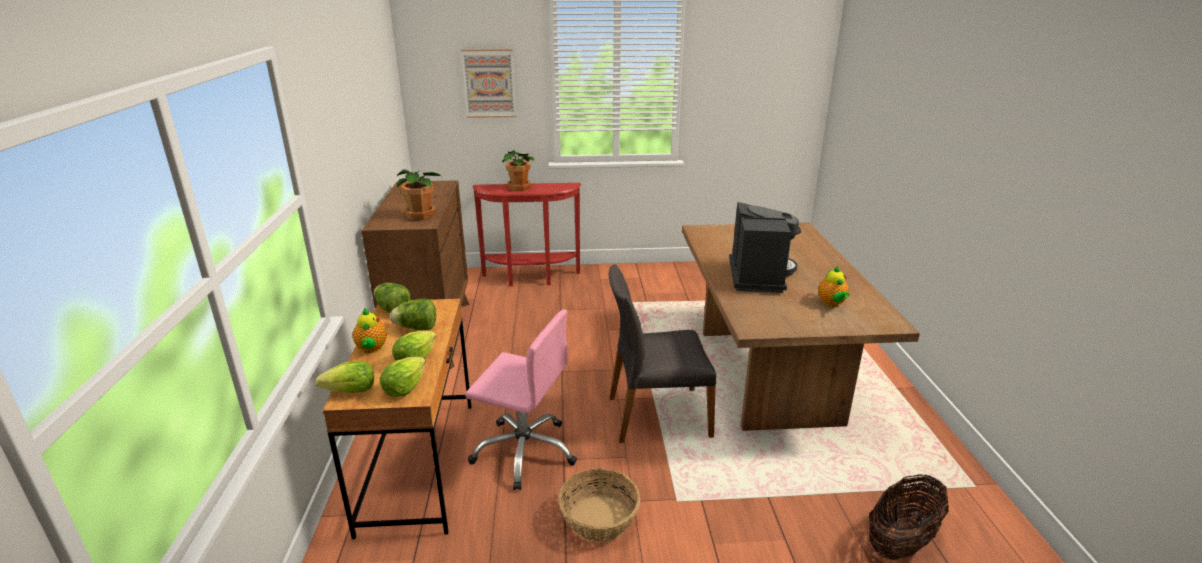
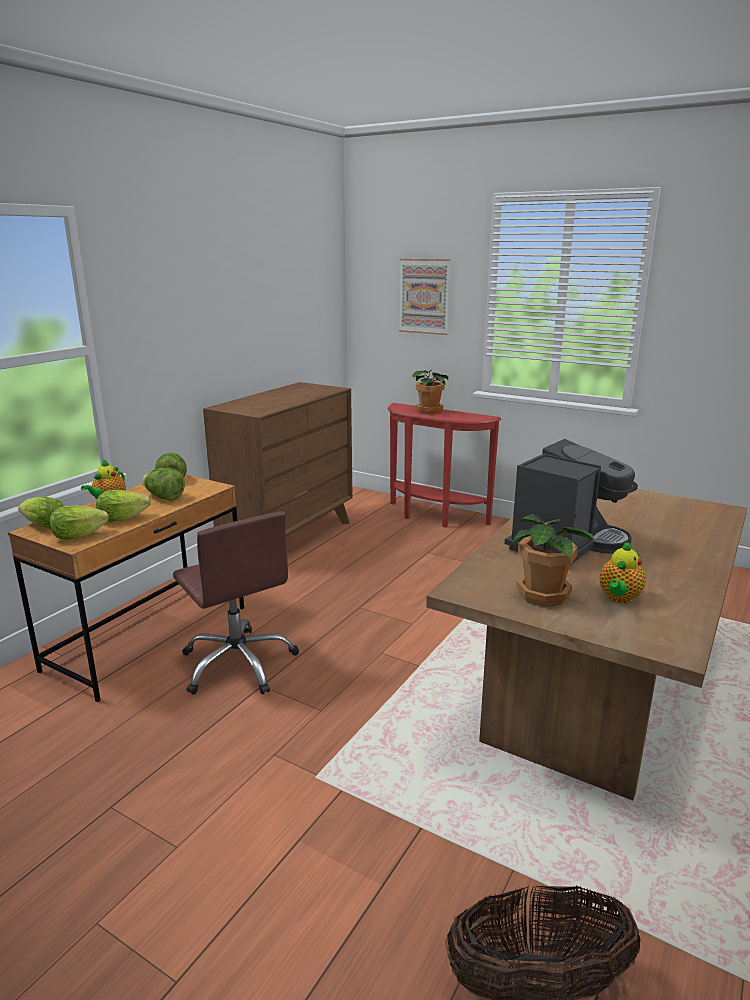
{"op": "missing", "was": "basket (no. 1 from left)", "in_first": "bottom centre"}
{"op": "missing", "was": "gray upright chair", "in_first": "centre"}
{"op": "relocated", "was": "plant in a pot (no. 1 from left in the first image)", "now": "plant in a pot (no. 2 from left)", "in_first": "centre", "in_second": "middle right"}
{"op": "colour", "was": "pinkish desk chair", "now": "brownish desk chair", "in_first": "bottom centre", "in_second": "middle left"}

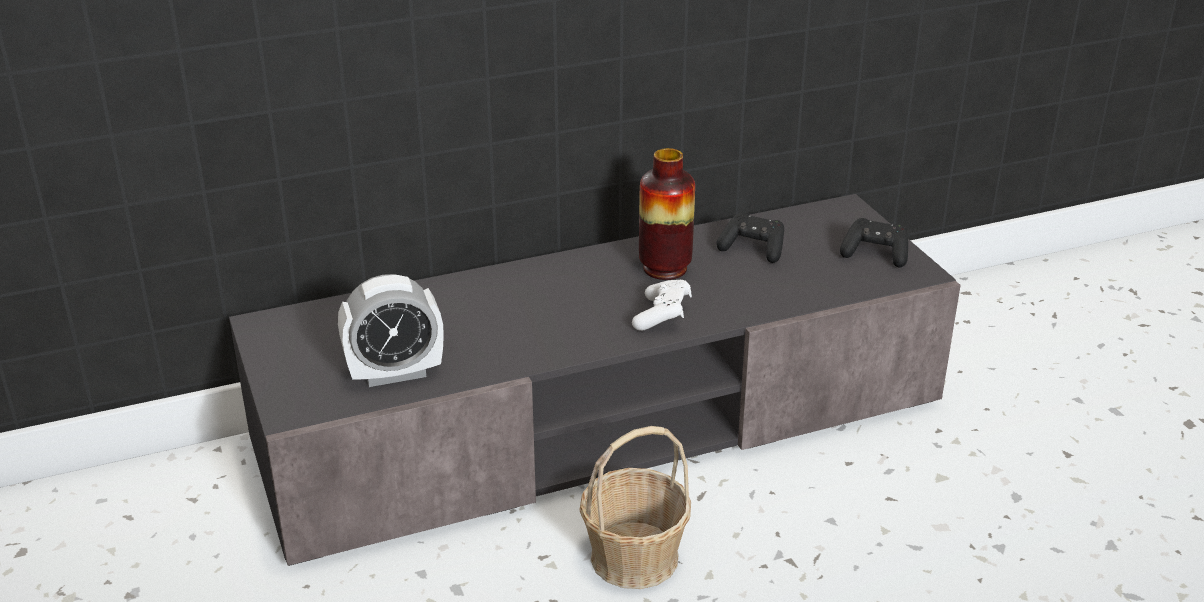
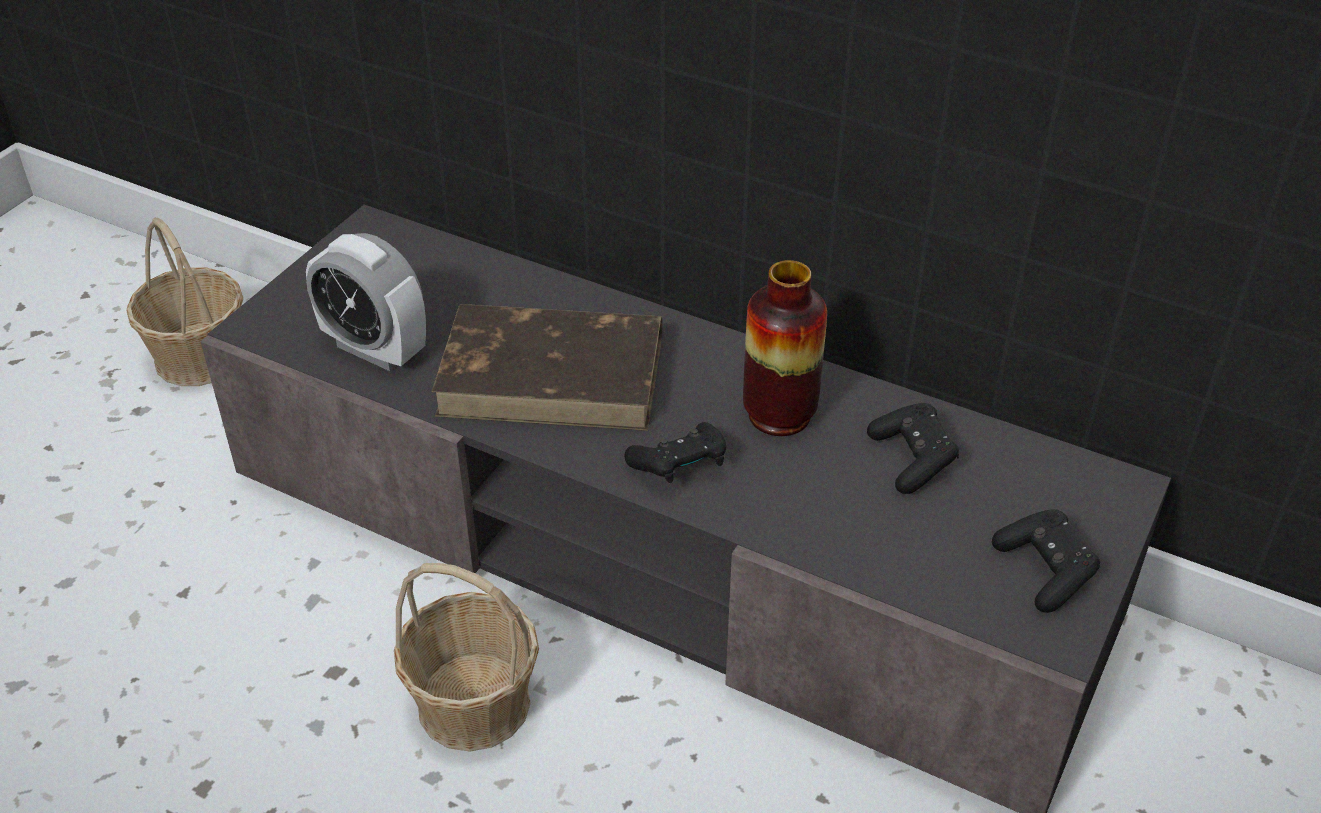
{"op": "appeared", "now": "basket (no. 1 from left)", "in_second": "middle left"}
{"op": "appeared", "now": "brownish book", "in_second": "centre"}
{"op": "colour", "was": "whitish gamepad", "now": "blackish gamepad (no. 1 from left)", "in_first": "centre", "in_second": "centre"}

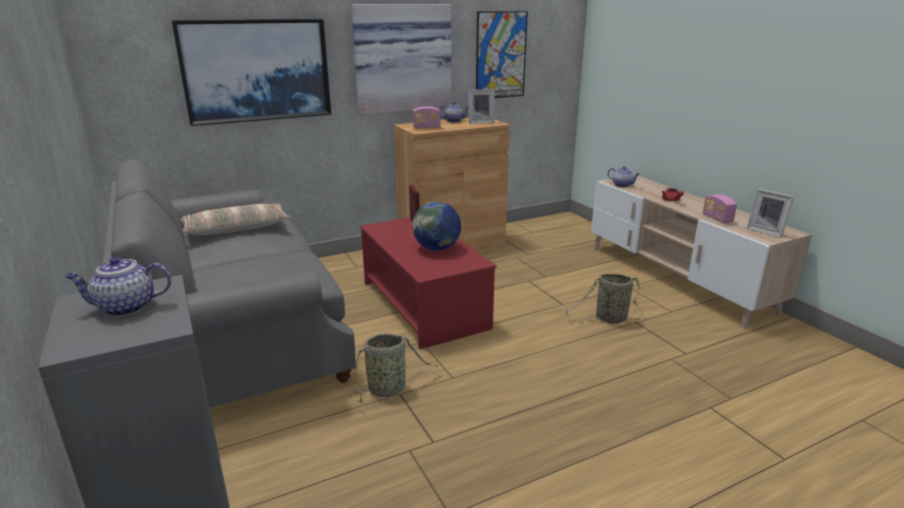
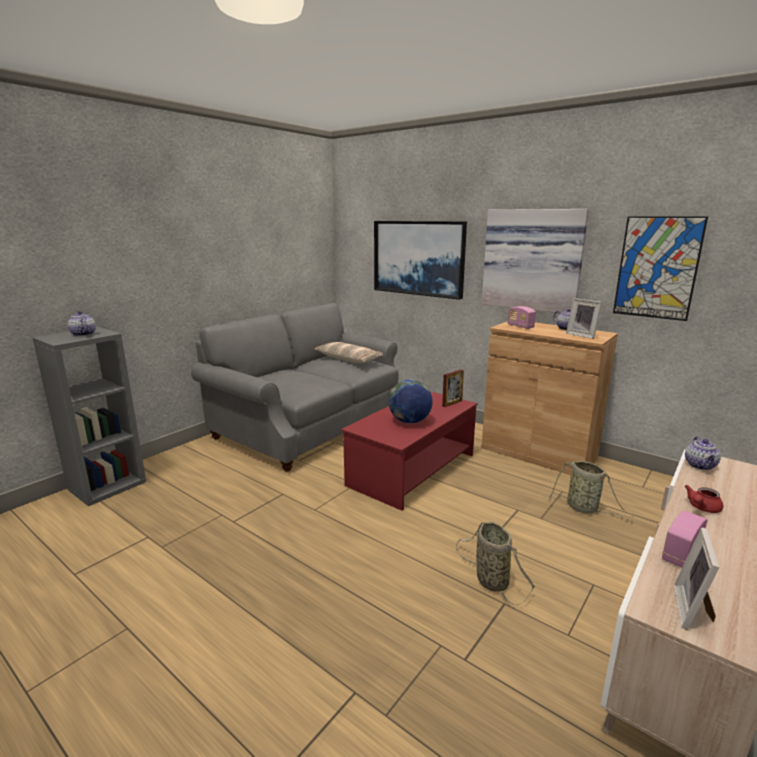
{"op": "relocated", "was": "basket (no. 1 from left in the first image)", "now": "basket (no. 2 from left)", "in_first": "bottom centre", "in_second": "middle right"}

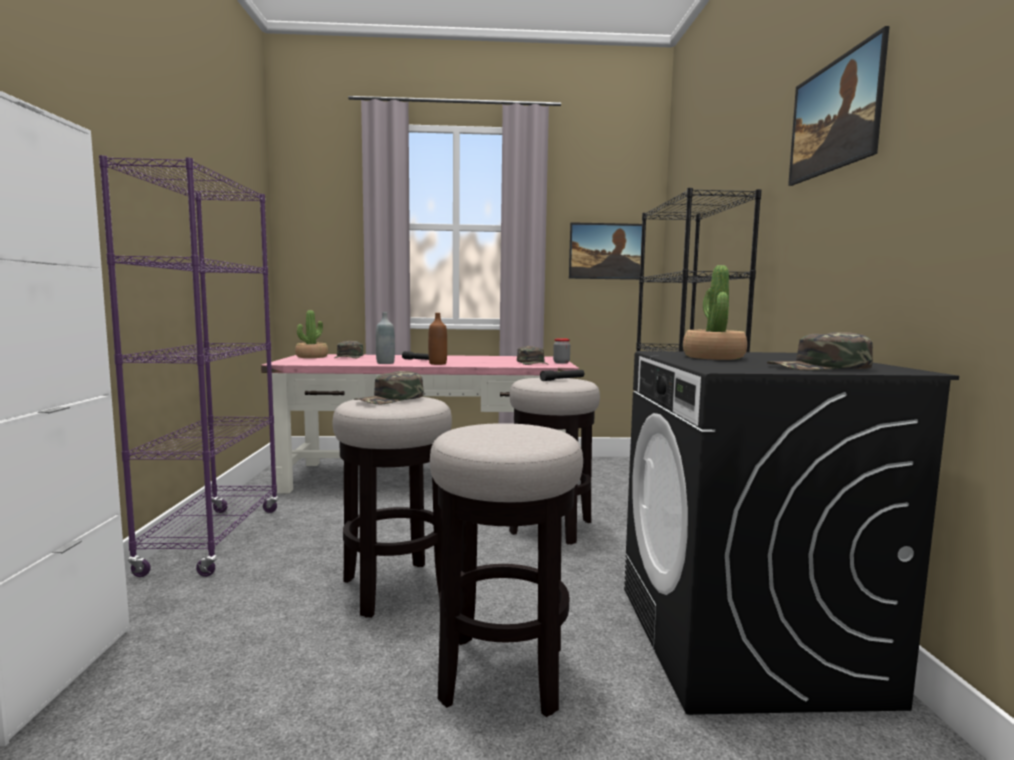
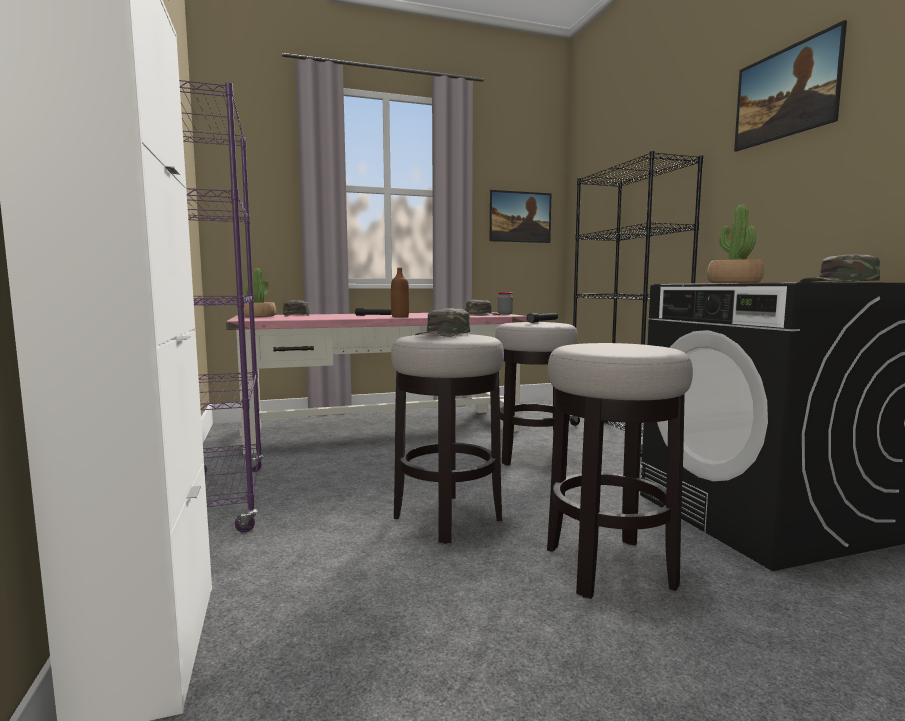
{"op": "missing", "was": "gray beverage bottle", "in_first": "centre"}

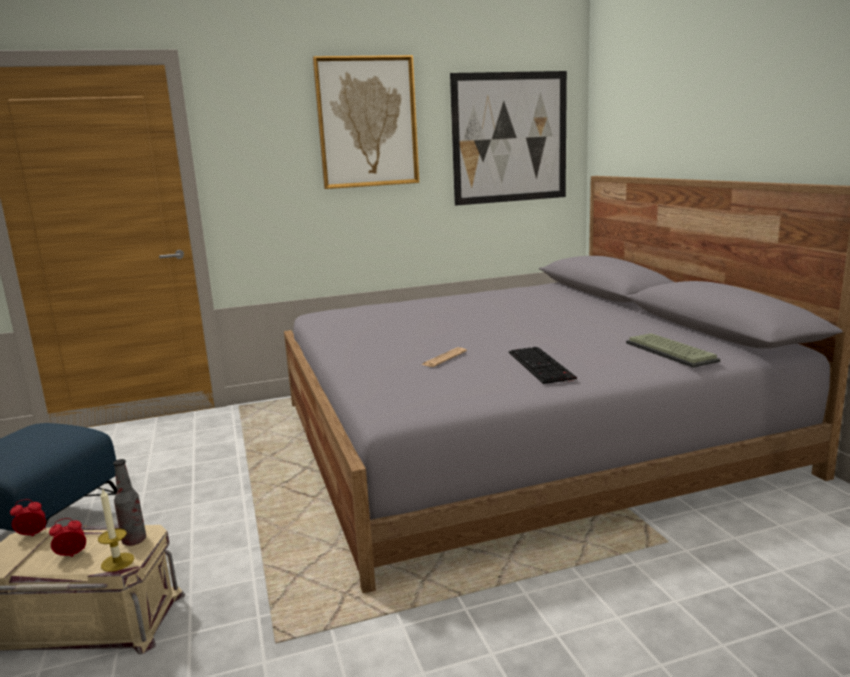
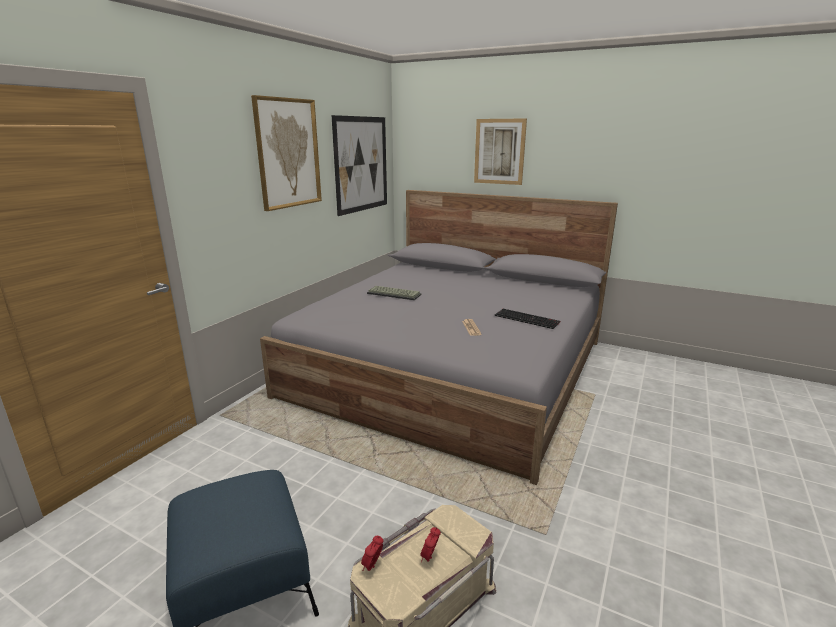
{"op": "missing", "was": "wax candle", "in_first": "bottom left"}
{"op": "missing", "was": "beverage bottle", "in_first": "bottom left"}
{"op": "appeared", "now": "wall picture (no. 3 from left)", "in_second": "top centre"}
{"op": "relocated", "was": "keyboard (no. 2 from left in the first image)", "now": "keyboard (no. 1 from left)", "in_first": "middle right", "in_second": "centre"}

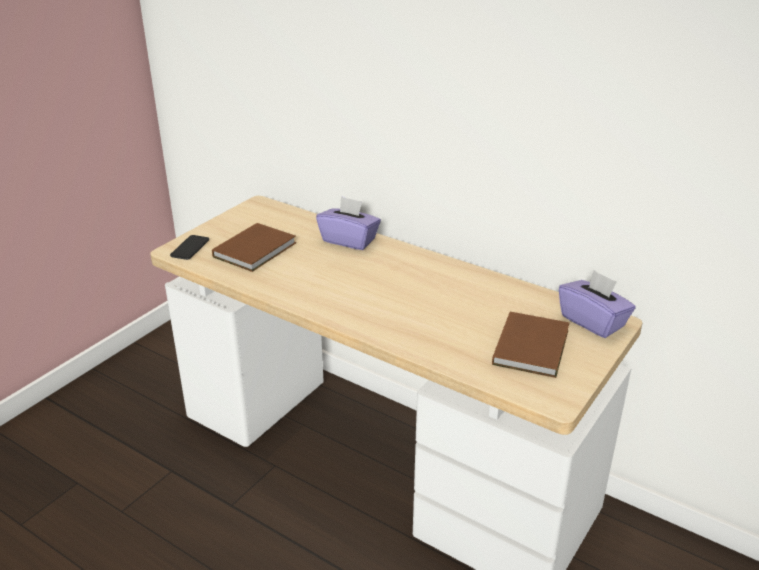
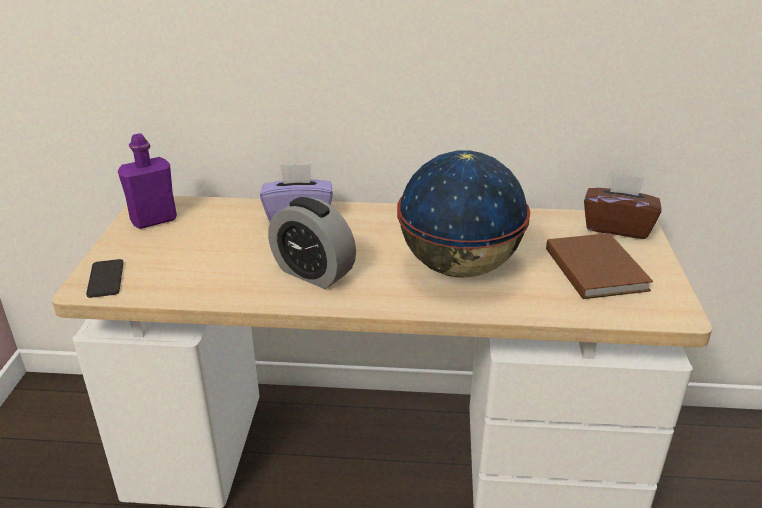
{"op": "missing", "was": "brownish book (no. 1 from left)", "in_first": "centre"}
{"op": "appeared", "now": "purplish beverage bottle", "in_second": "middle left"}
{"op": "appeared", "now": "table clock", "in_second": "centre"}
{"op": "appeared", "now": "world globe", "in_second": "centre"}
{"op": "colour", "was": "purplish tissue box (no. 2 from left)", "now": "brownish tissue box", "in_first": "middle right", "in_second": "middle right"}

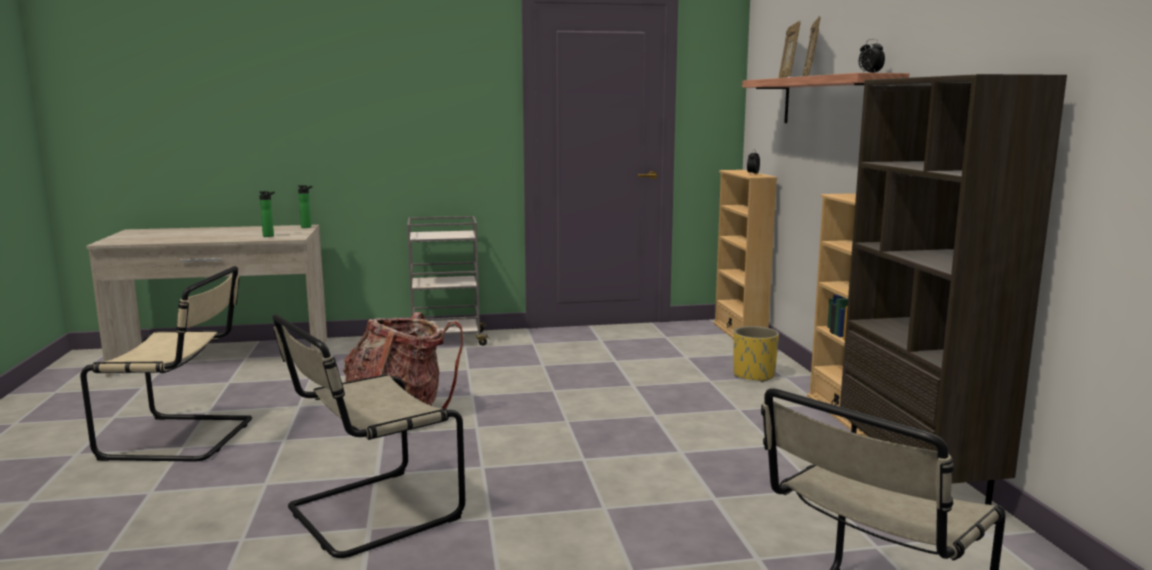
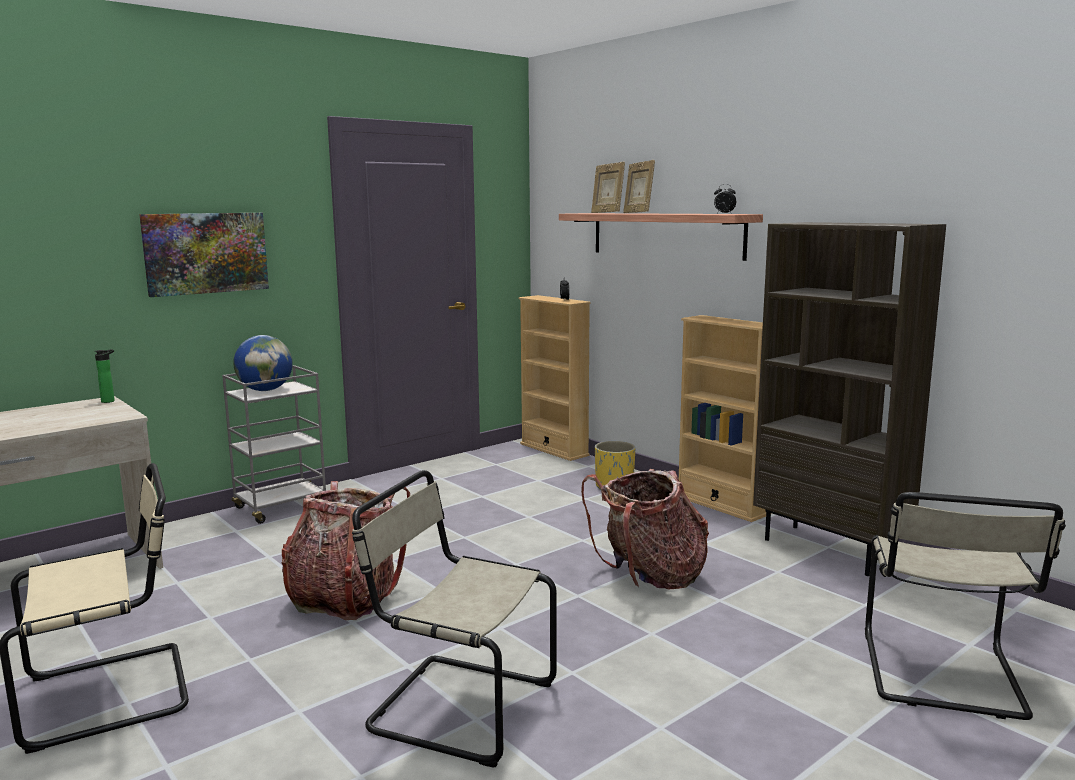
{"op": "missing", "was": "beverage bottle (no. 1 from left)", "in_first": "middle left"}
{"op": "appeared", "now": "wall picture", "in_second": "top left"}
{"op": "appeared", "now": "world globe", "in_second": "middle left"}
{"op": "appeared", "now": "backpack (no. 2 from left)", "in_second": "bottom centre"}
{"op": "spun", "was": "beige-coloured upright chair (no. 2 from left)", "in_first": "bottom left", "in_second": "bottom centre", "clockwise": 90}

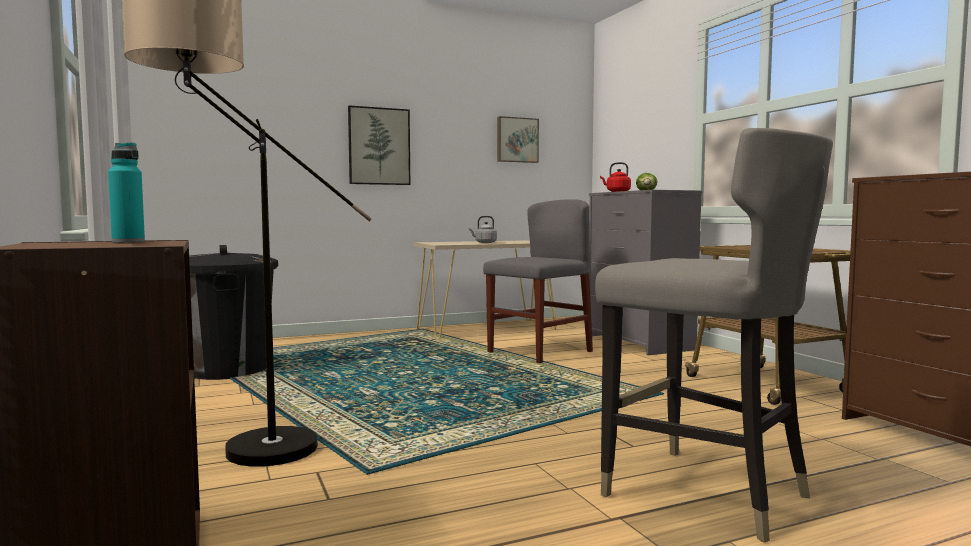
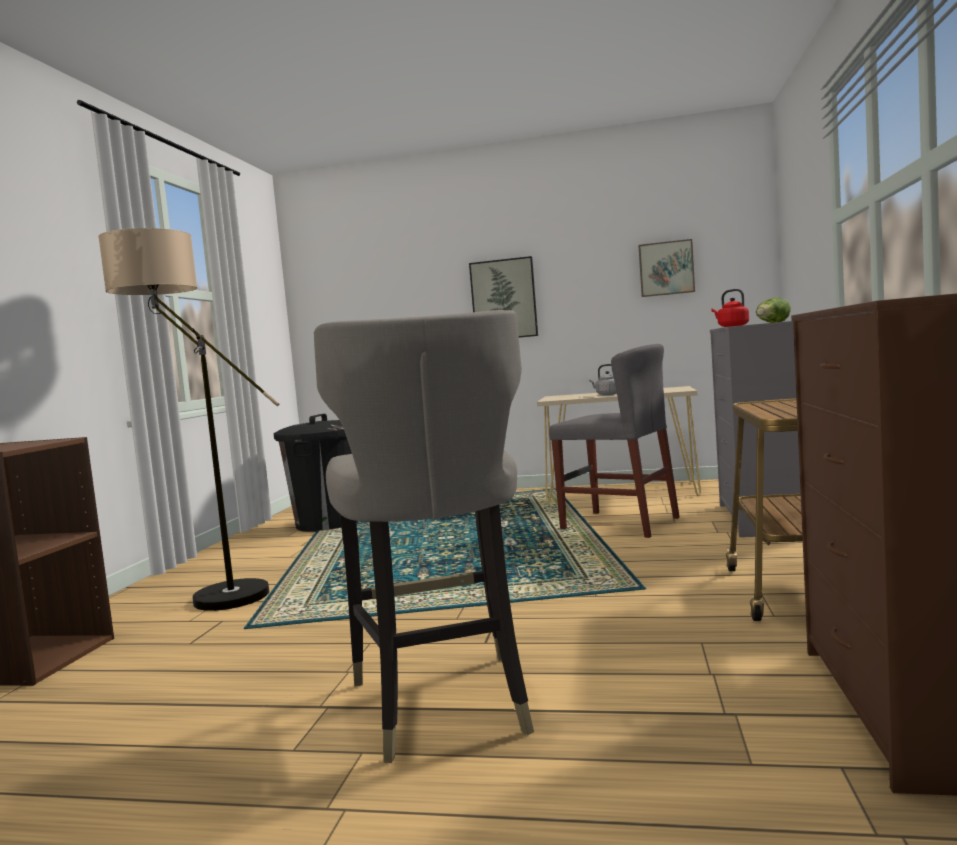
{"op": "missing", "was": "blue-green beverage bottle", "in_first": "middle left"}
{"op": "spun", "was": "gray upright chair", "in_first": "centre", "in_second": "centre", "clockwise": 45}

